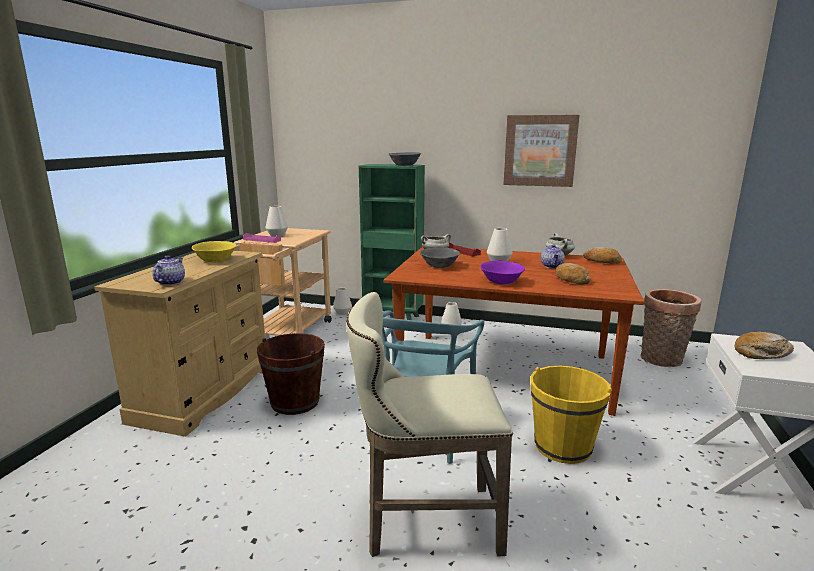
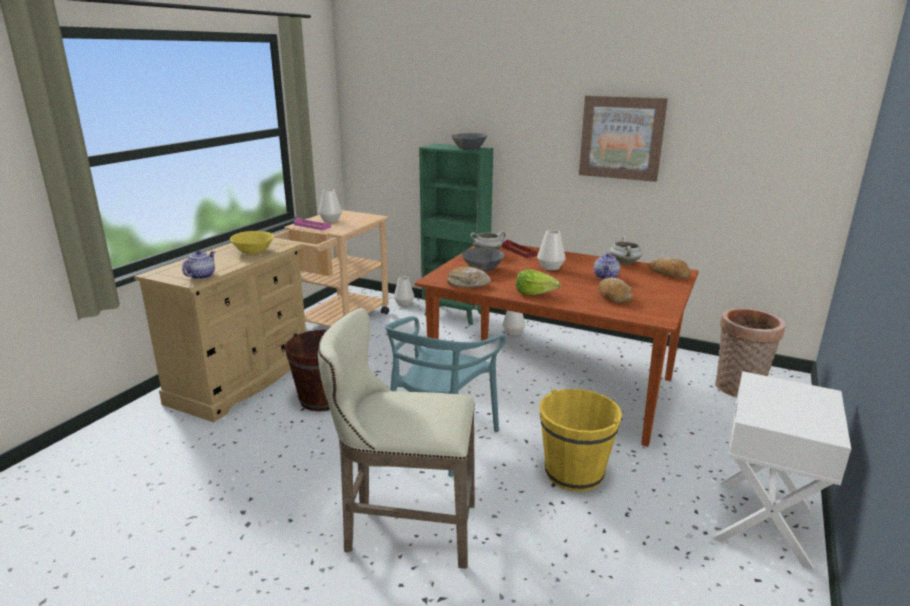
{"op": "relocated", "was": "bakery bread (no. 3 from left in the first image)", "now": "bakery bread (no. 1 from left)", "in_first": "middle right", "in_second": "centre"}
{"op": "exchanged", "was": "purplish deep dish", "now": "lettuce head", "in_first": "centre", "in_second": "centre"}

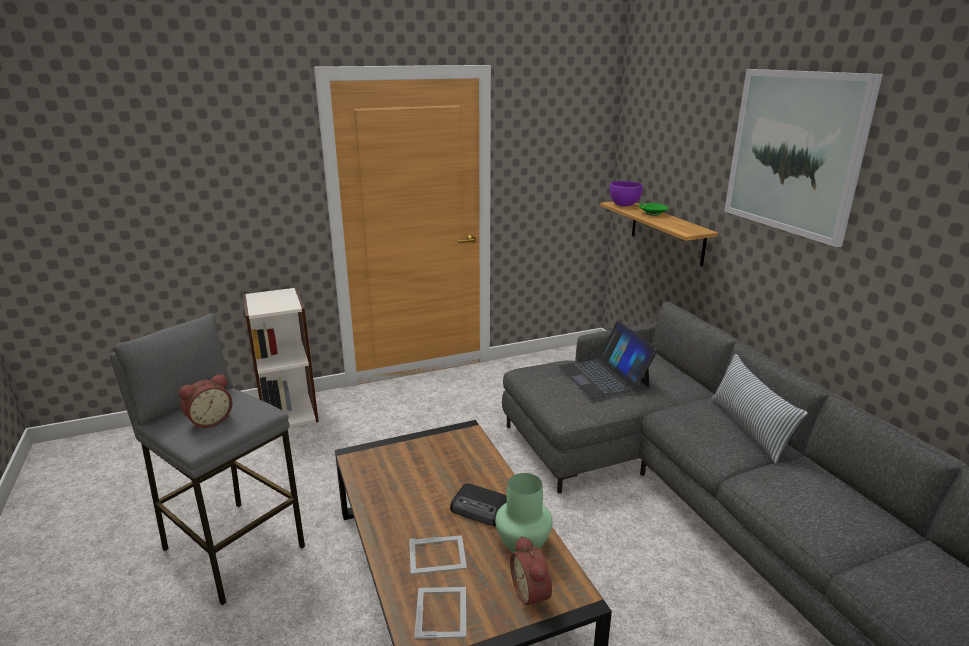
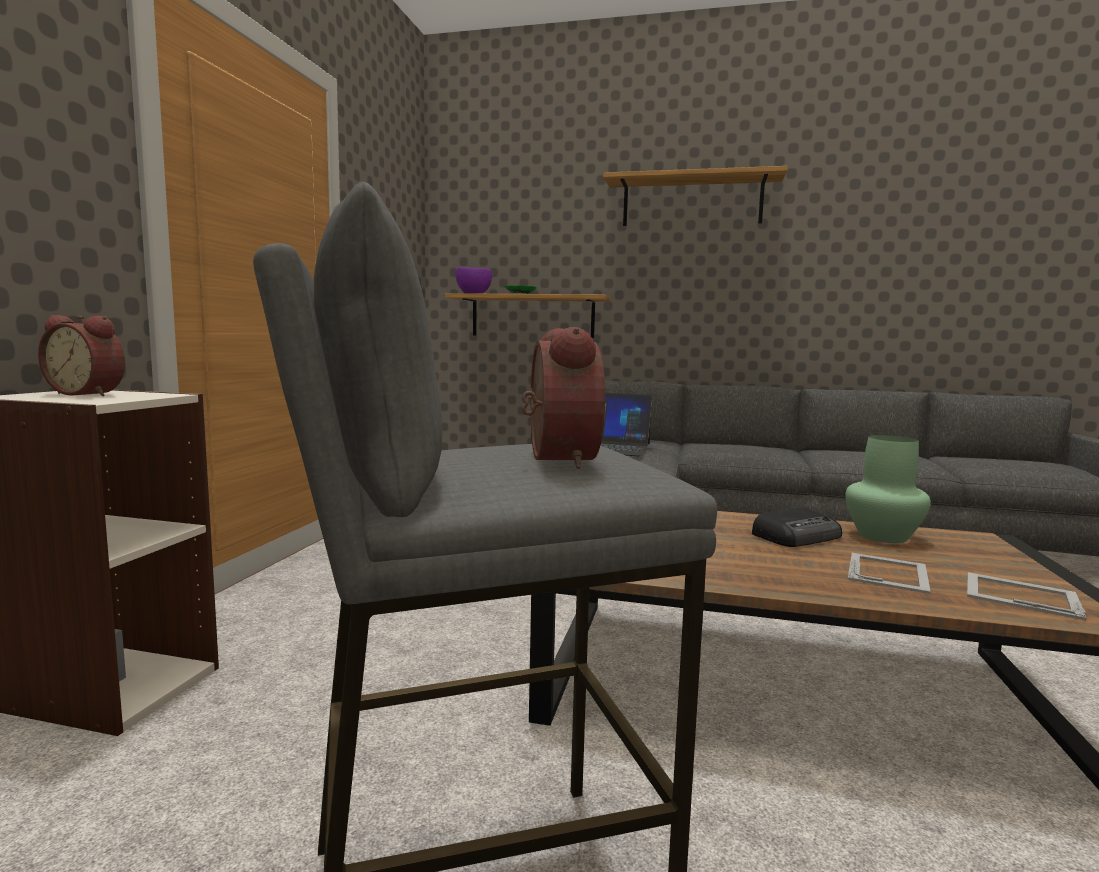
{"op": "missing", "was": "throw pillow", "in_first": "middle right"}
{"op": "relocated", "was": "table clock (no. 2 from left in the first image)", "now": "table clock (no. 1 from left)", "in_first": "bottom centre", "in_second": "middle left"}
{"op": "exchanged", "was": "wall picture", "now": "bracket shelf (no. 2 from left)", "in_first": "top right", "in_second": "top centre"}

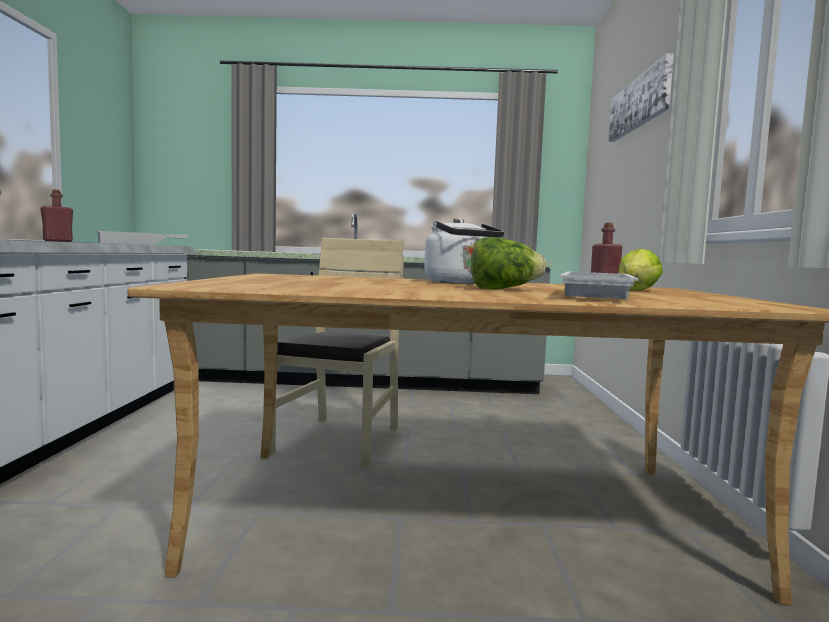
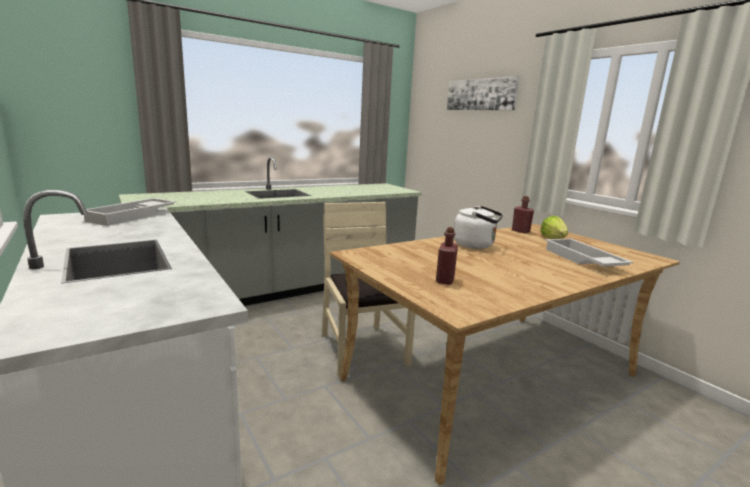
{"op": "missing", "was": "lettuce head (no. 1 from left)", "in_first": "centre"}
{"op": "relocated", "was": "reddish beverage bottle (no. 1 from left)", "in_first": "middle left", "in_second": "centre"}

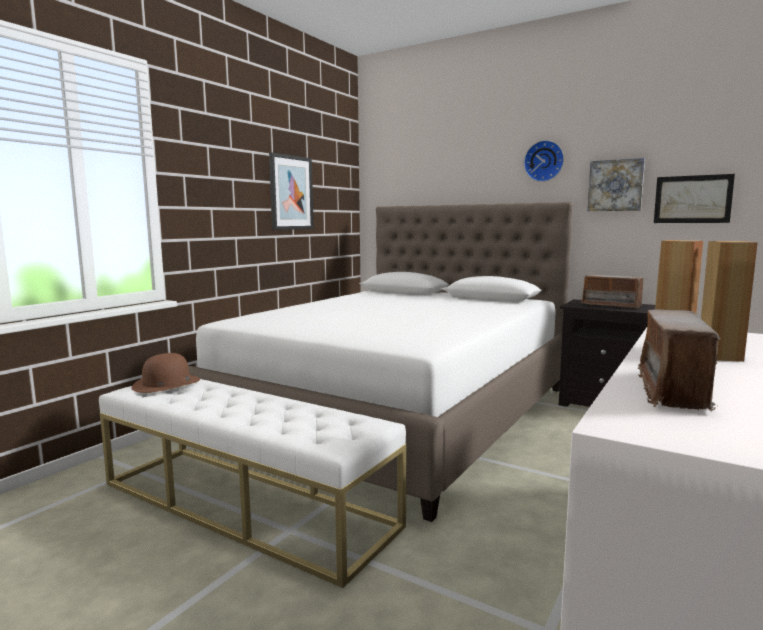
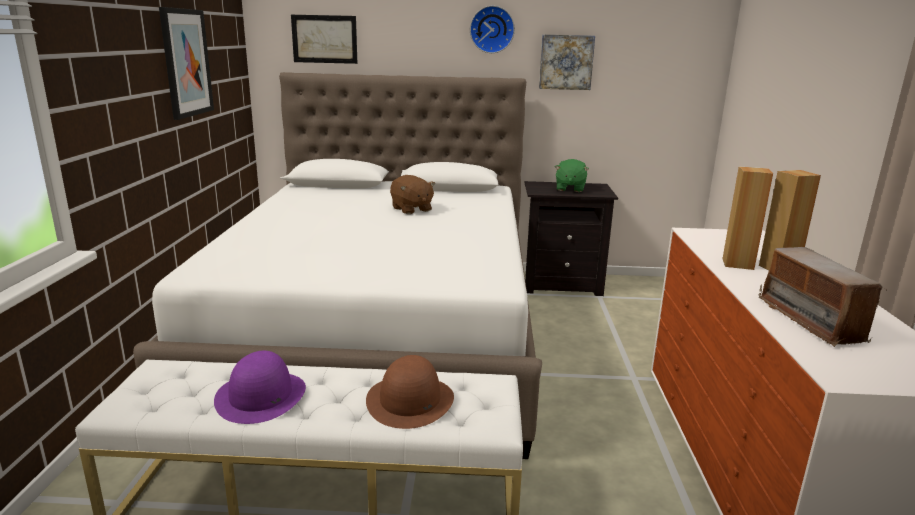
{"op": "appeared", "now": "purplish wearable hat", "in_second": "bottom left"}
{"op": "appeared", "now": "brownish soft toy", "in_second": "centre"}
{"op": "relocated", "was": "brownish wearable hat", "in_first": "middle left", "in_second": "bottom centre"}
{"op": "relocated", "was": "wall picture (no. 3 from left in the first image)", "now": "wall picture (no. 2 from left)", "in_first": "top right", "in_second": "top centre"}
{"op": "exchanged", "was": "radio (no. 1 from left)", "now": "green soft toy", "in_first": "middle right", "in_second": "centre"}

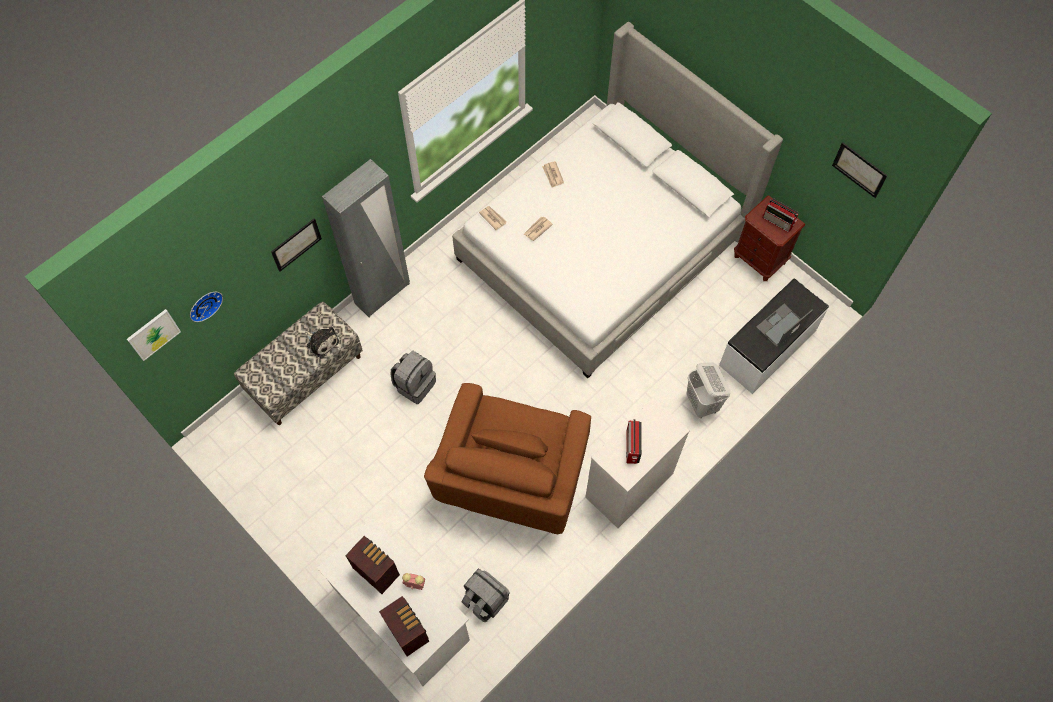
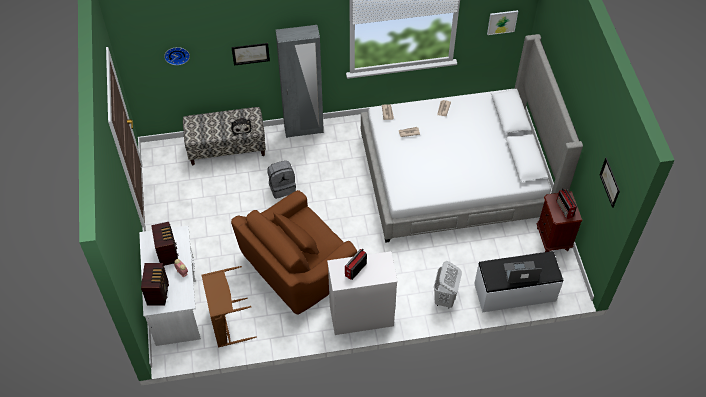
{"op": "relocated", "was": "wall picture (no. 1 from left in the first image)", "now": "wall picture (no. 2 from left)", "in_first": "middle left", "in_second": "top right"}
{"op": "exchanged", "was": "gray backpack (no. 2 from left)", "now": "brownish washing basket", "in_first": "bottom centre", "in_second": "bottom left"}

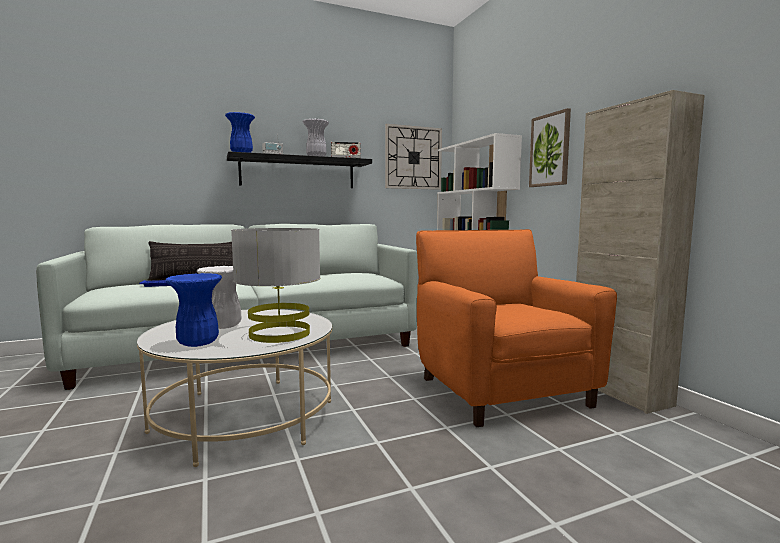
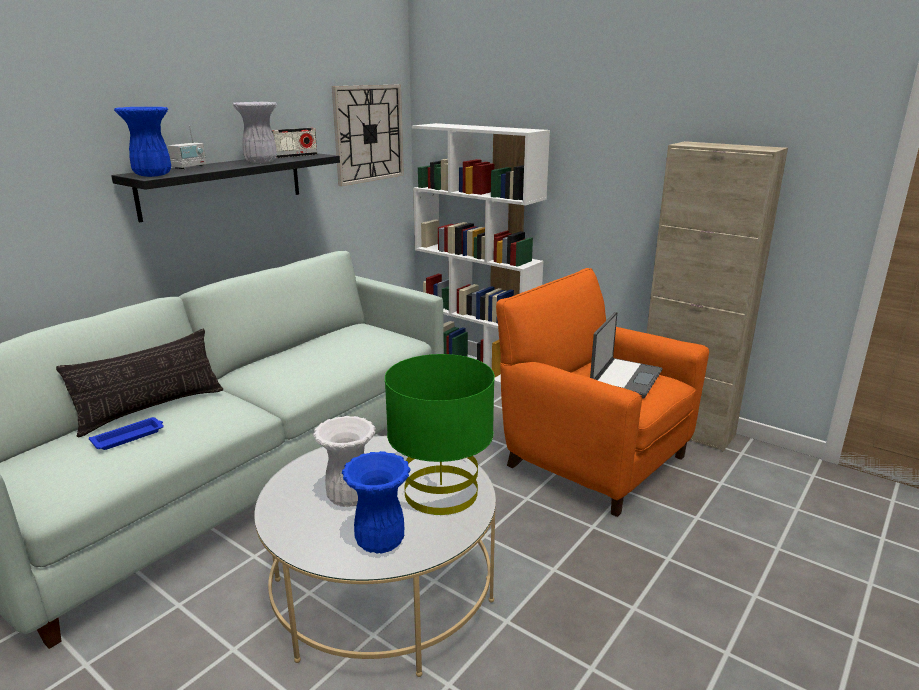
{"op": "missing", "was": "wall picture", "in_first": "top right"}
{"op": "appeared", "now": "laptop", "in_second": "middle right"}
{"op": "colour", "was": "gray tabletop lamp", "now": "green tabletop lamp", "in_first": "centre", "in_second": "centre"}

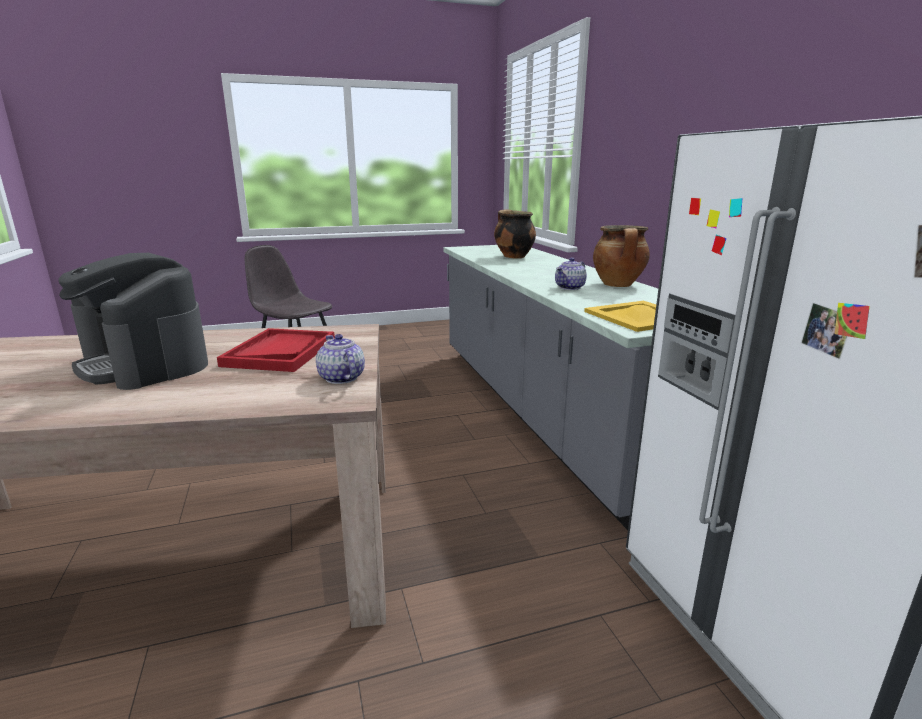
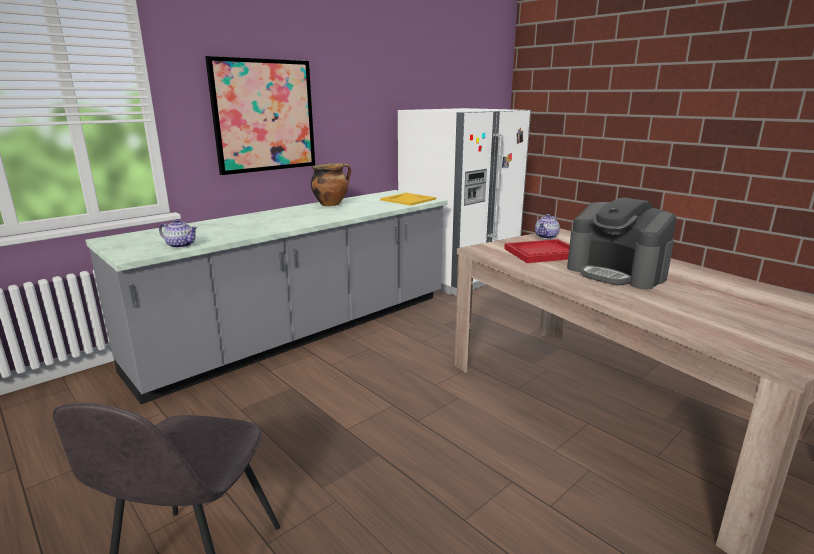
{"op": "missing", "was": "saucepot (no. 1 from left)", "in_first": "top centre"}
{"op": "appeared", "now": "wall picture", "in_second": "top left"}
{"op": "relocated", "was": "tea pot (no. 2 from left in the first image)", "now": "tea pot (no. 1 from left)", "in_first": "centre", "in_second": "middle left"}
{"op": "spun", "was": "coffee maker", "in_first": "middle left", "in_second": "middle right", "clockwise": 120}

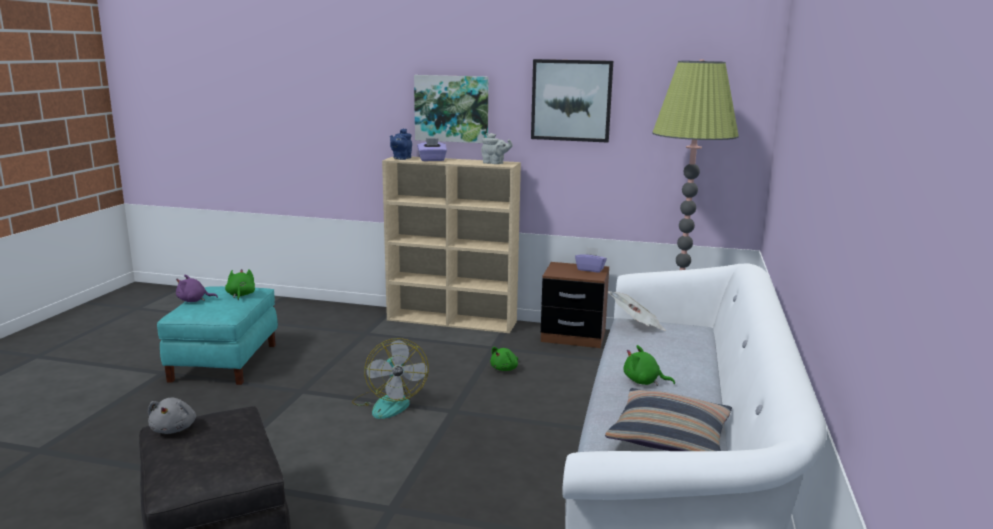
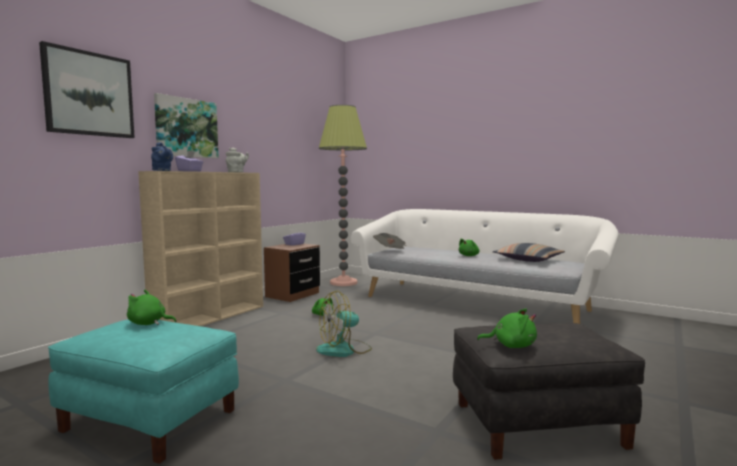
{"op": "missing", "was": "purplish soft toy", "in_first": "middle left"}
{"op": "relocated", "was": "wall picture (no. 2 from left in the first image)", "now": "wall picture (no. 1 from left)", "in_first": "top centre", "in_second": "top left"}
{"op": "colour", "was": "gray soft toy", "now": "green soft toy (no. 4 from left)", "in_first": "bottom left", "in_second": "bottom right"}
{"op": "spun", "was": "cooling fan", "in_first": "bottom centre", "in_second": "bottom centre", "clockwise": 150}

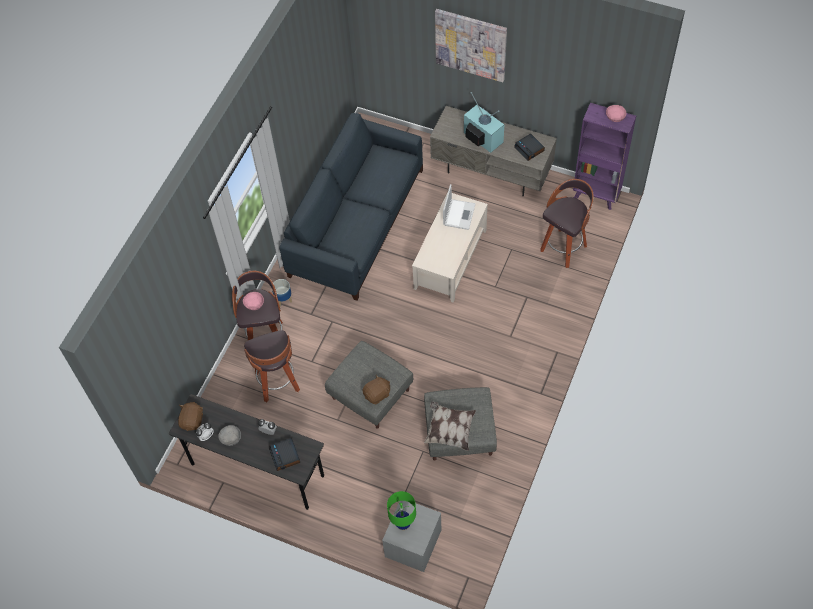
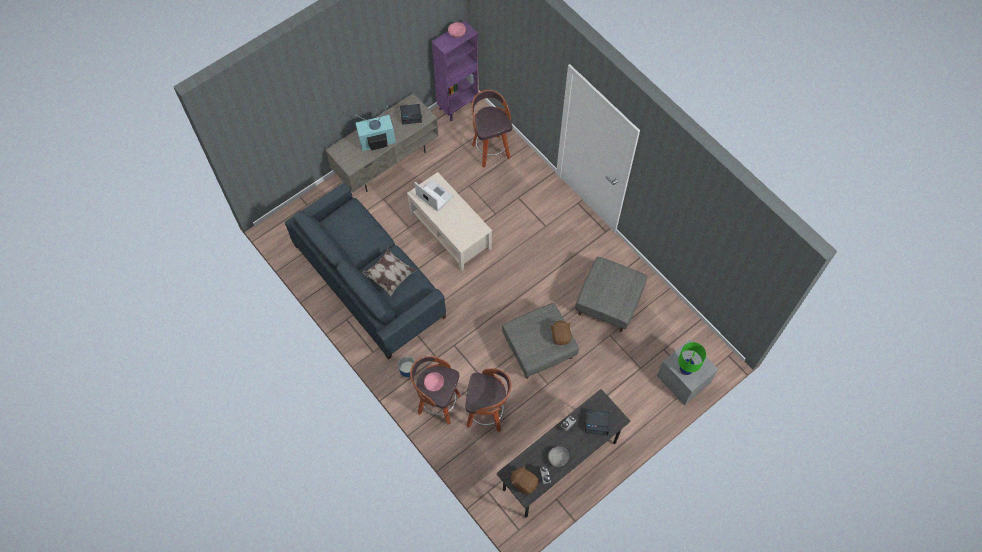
{"op": "missing", "was": "wall picture", "in_first": "top centre"}
{"op": "relocated", "was": "throw pillow", "in_first": "bottom centre", "in_second": "centre"}

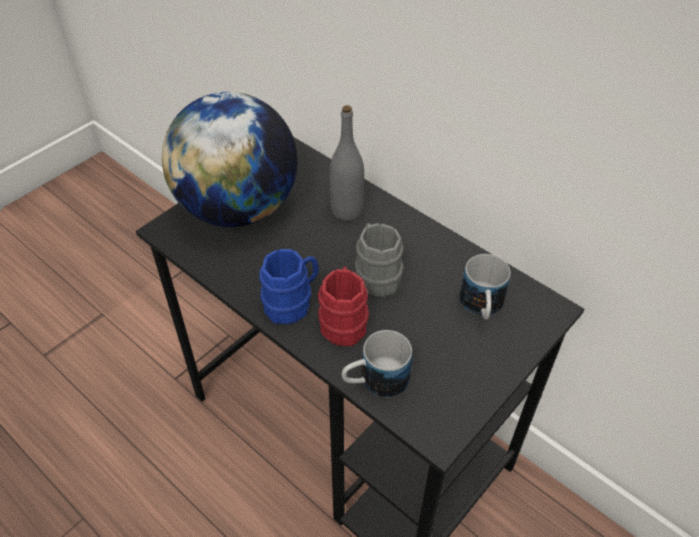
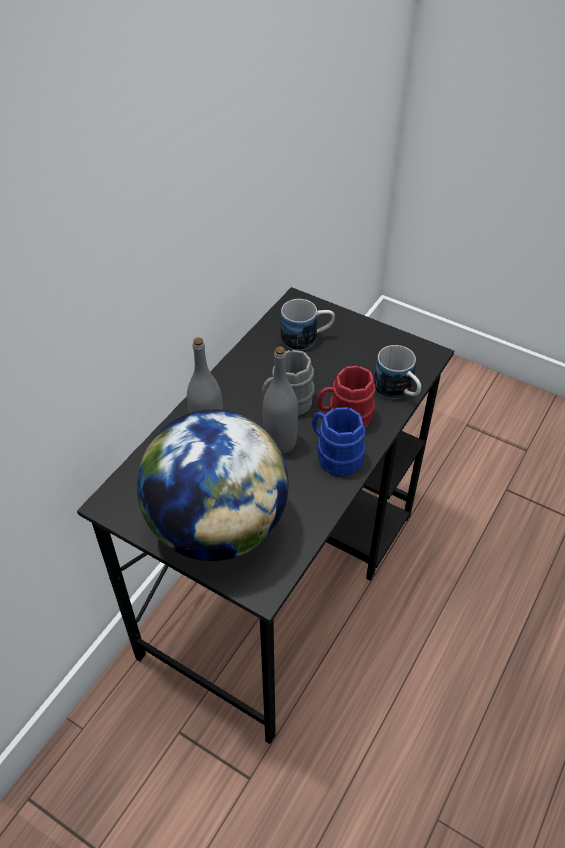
{"op": "appeared", "now": "gray beverage bottle (no. 2 from left)", "in_second": "centre"}

